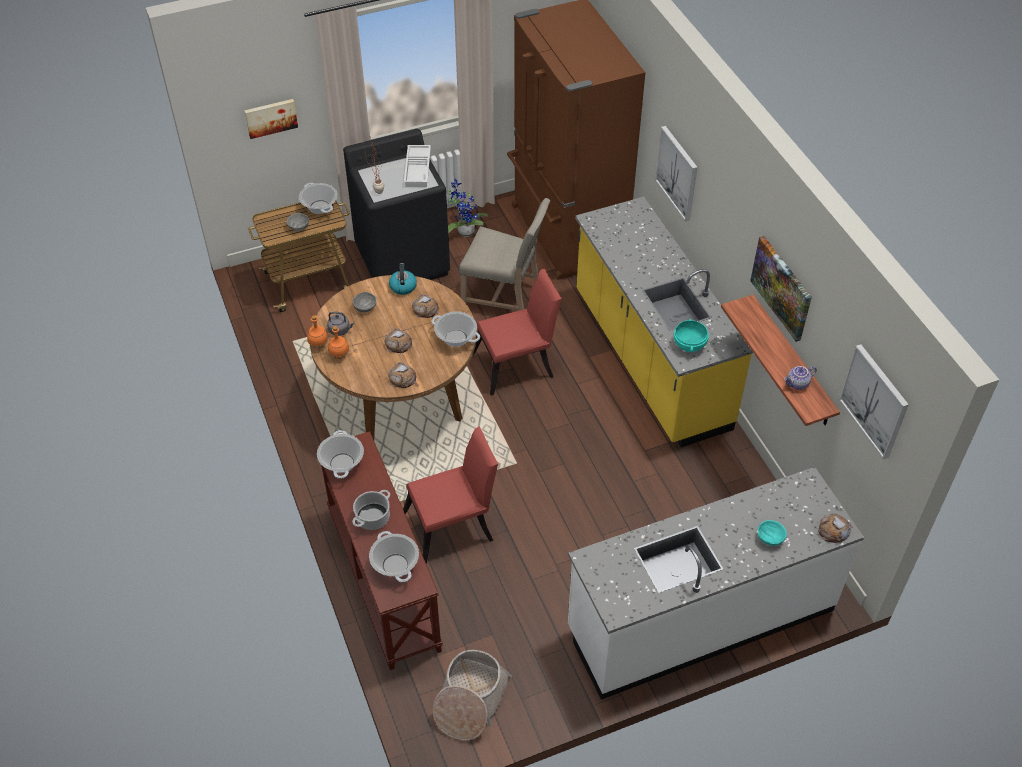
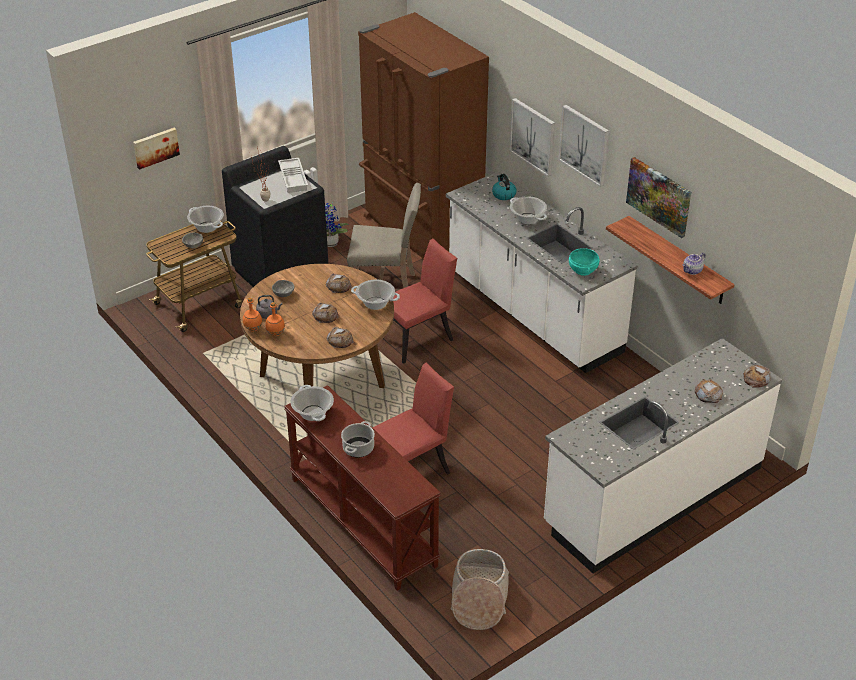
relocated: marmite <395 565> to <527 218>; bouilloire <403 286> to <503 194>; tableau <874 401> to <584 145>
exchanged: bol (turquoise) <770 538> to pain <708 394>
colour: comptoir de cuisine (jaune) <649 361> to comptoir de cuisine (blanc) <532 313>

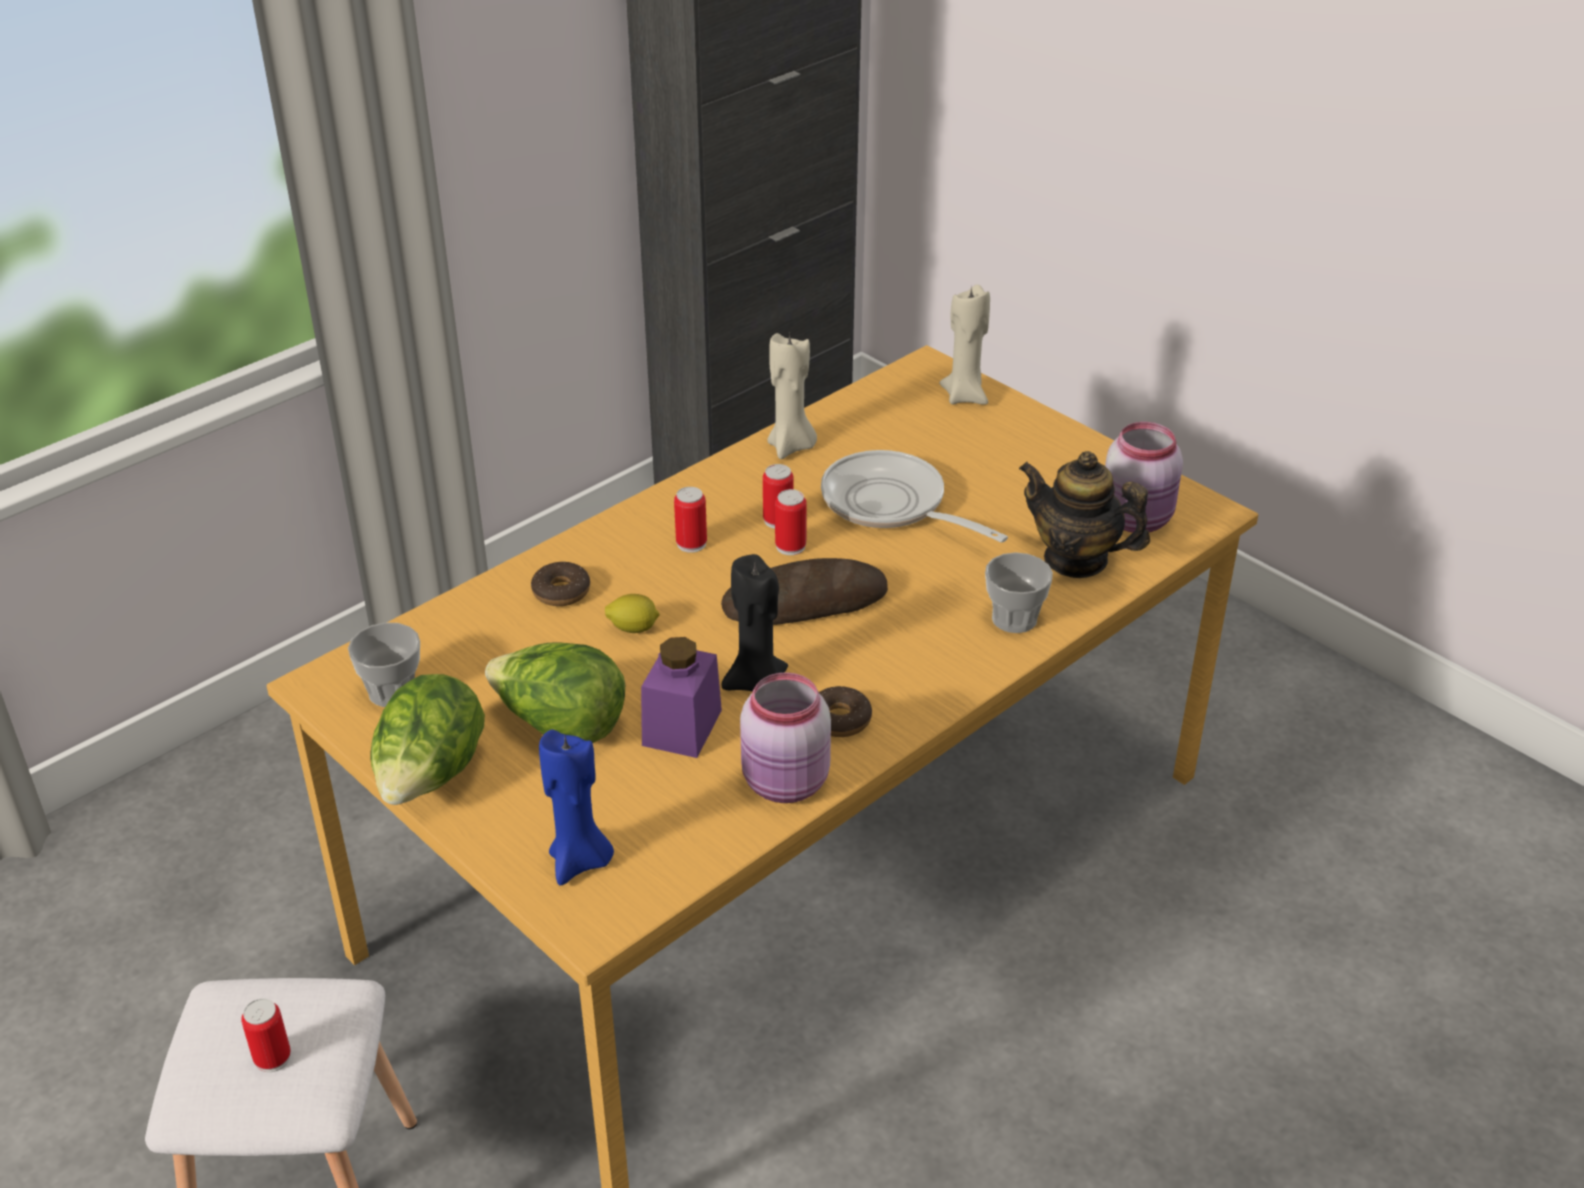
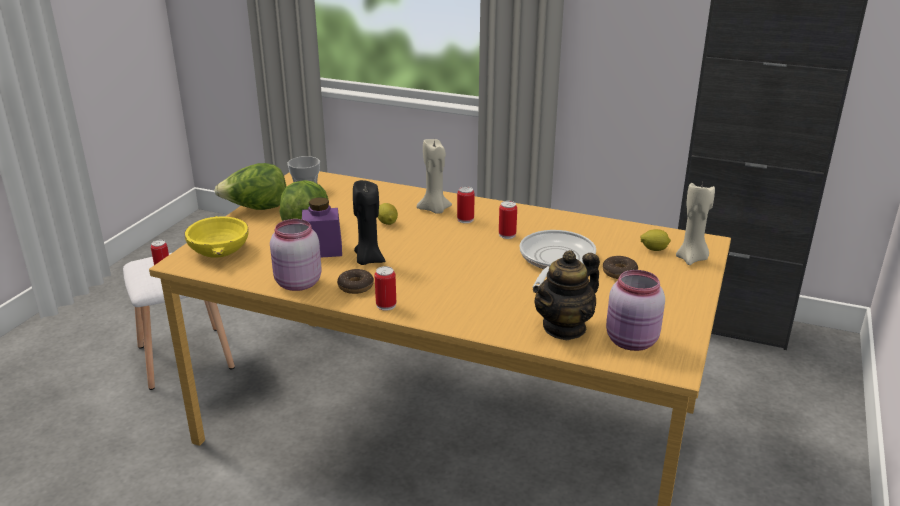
missing: pain <805 602>; tasse <1014 619>
appeared: citron <654 249>
relocated: beignet <561 592> to <619 272>; bougie (beige) <791 447> to <435 210>; boîte métallique <790 546> to <386 305>
exchanged: bougie (bleu) <580 861> to bol (jaune) <218 250>
spun: théière <1076 559> = <564 327> 135 degrees counterclockwise

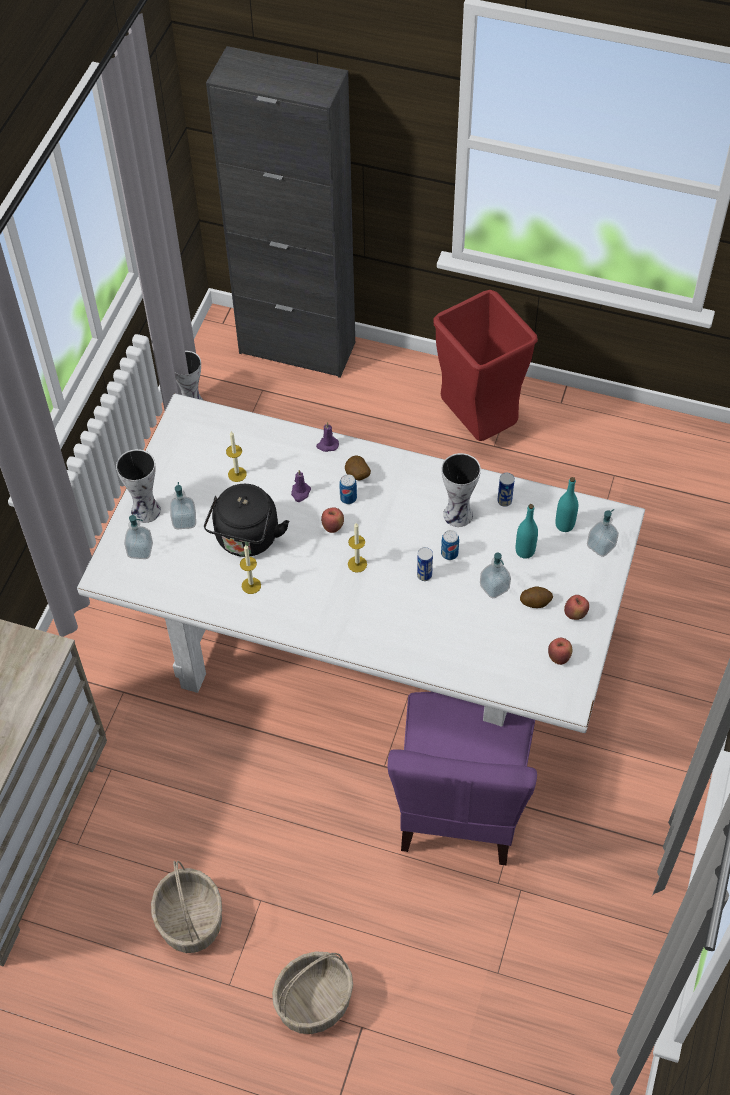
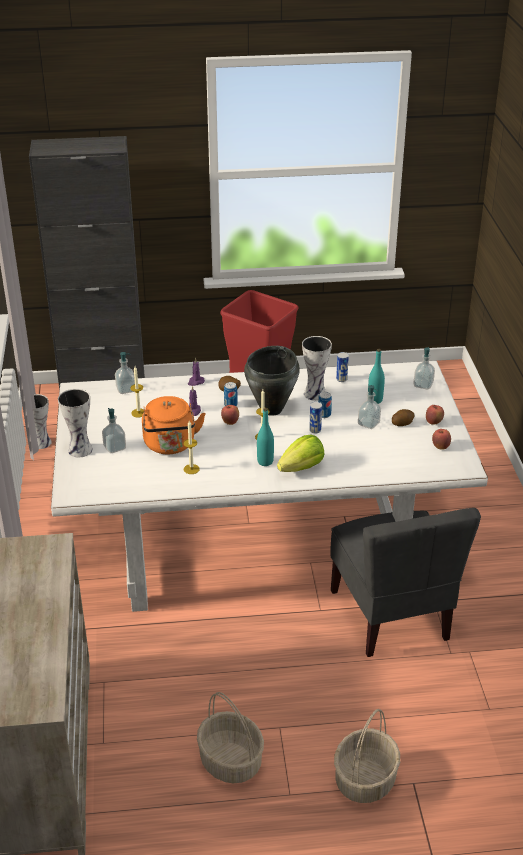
appeared: marmite (noir) <272 409>; laitue <302 467>
relocated: distributeur de savon <140 550> to <126 389>; bouteille (turquoise) <564 525> to <265 461>
colour: bouilloire (noir) <246 540> to bouilloire (orange) <170 445>; chaise (violet) <460 805> to chaise (gris) <391 615>

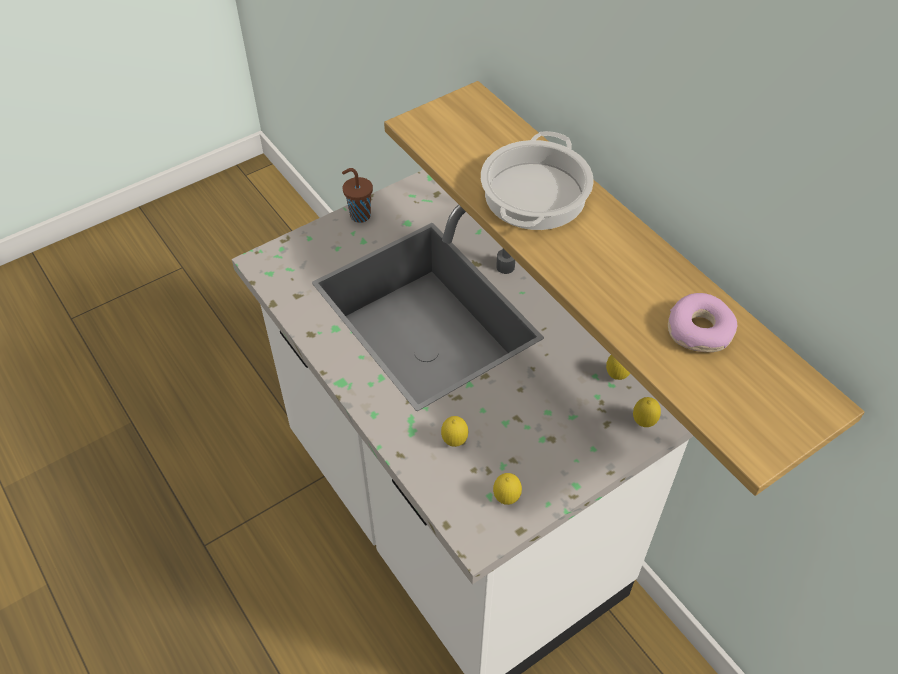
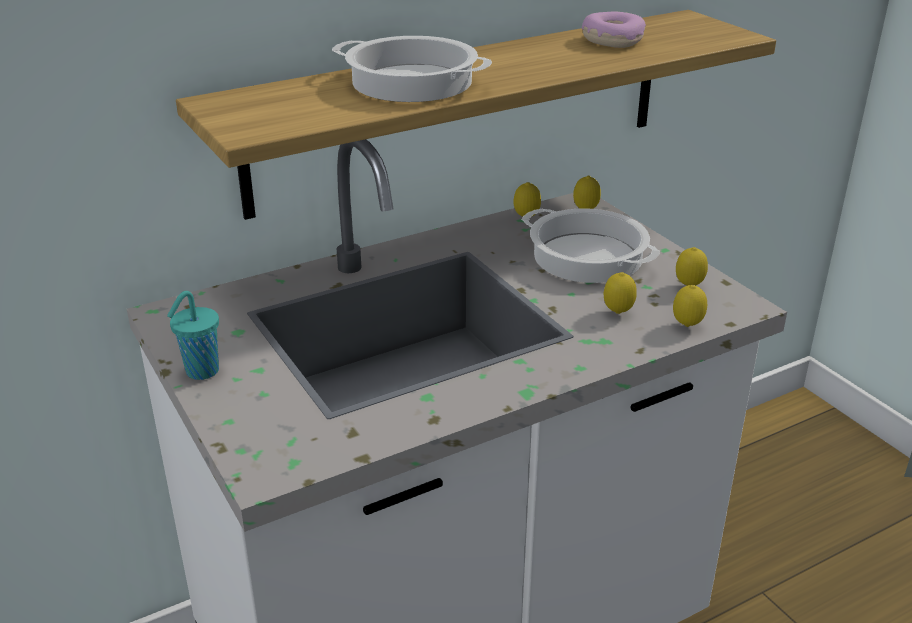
appeared: marmite <589 256>; citron <687 326>
colour: tasse (marron) <359 215> to tasse (turquoise) <200 372>

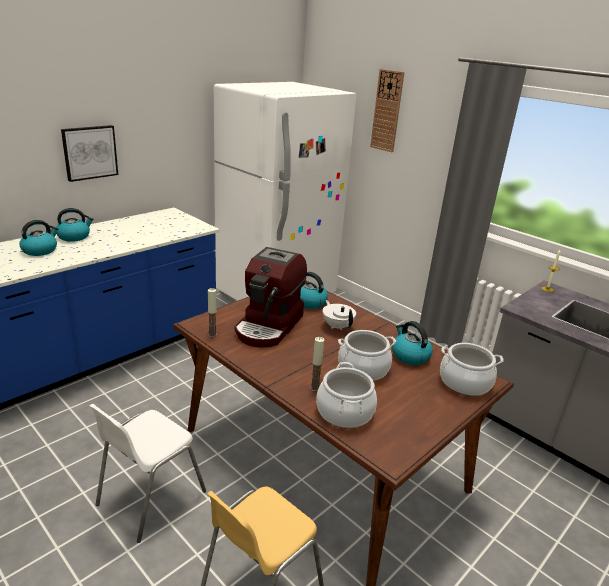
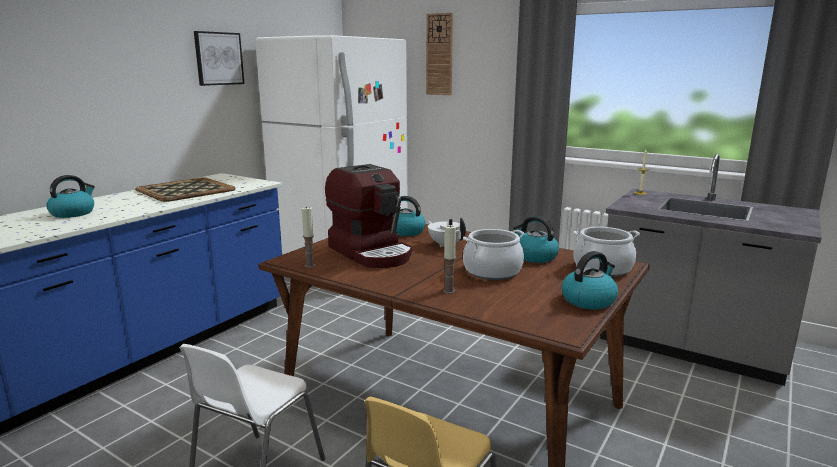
missing: marmite <344 412>
appeared: plateau <184 190>
relocated: bouilloire <74 237> to <588 300>; tableau <90 152> to <218 58>
spun: machine à café <269 326> = <372 252> 45 degrees counterclockwise

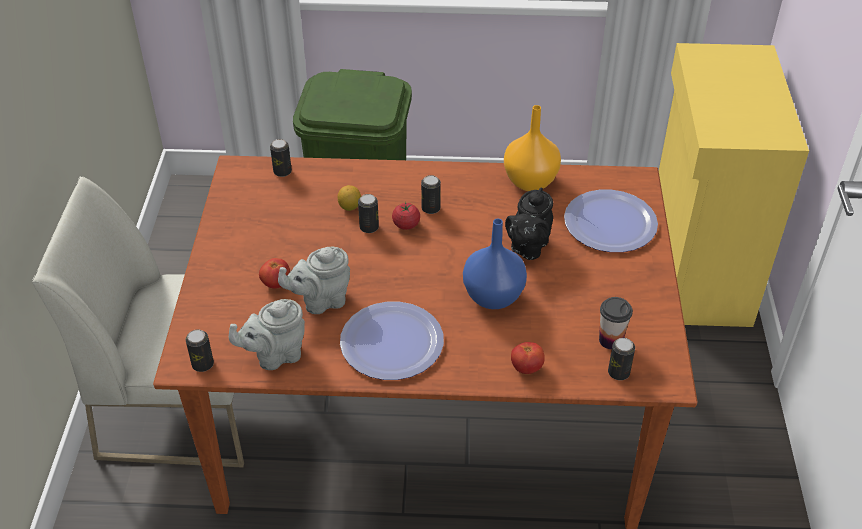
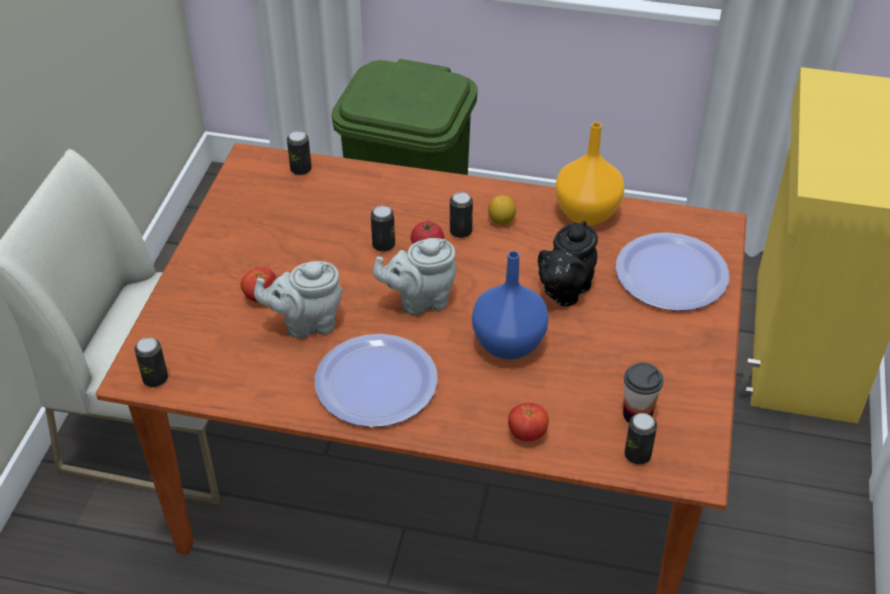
relocated: théière (gris) <275 355> to <420 300>; citron <350 207> to <501 221>

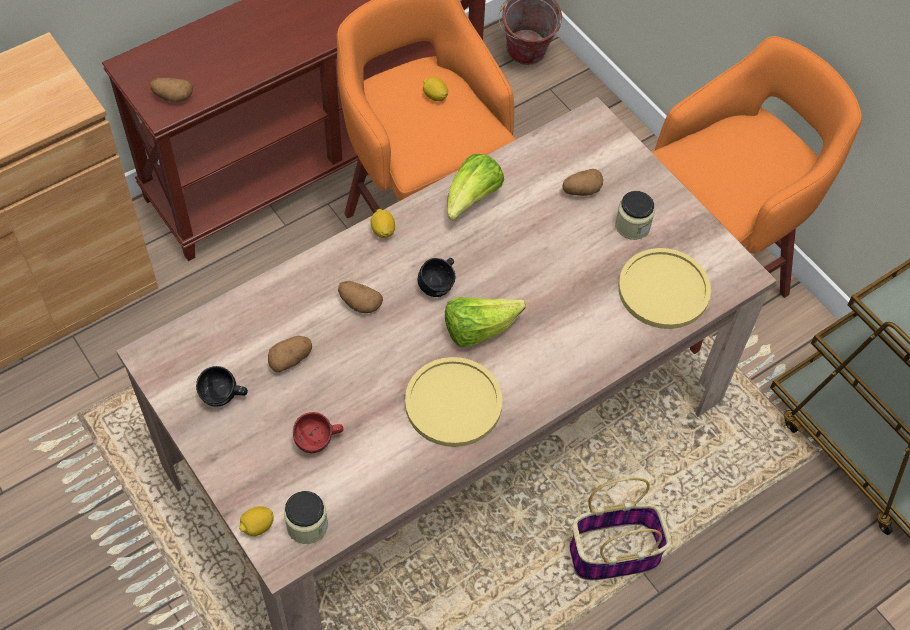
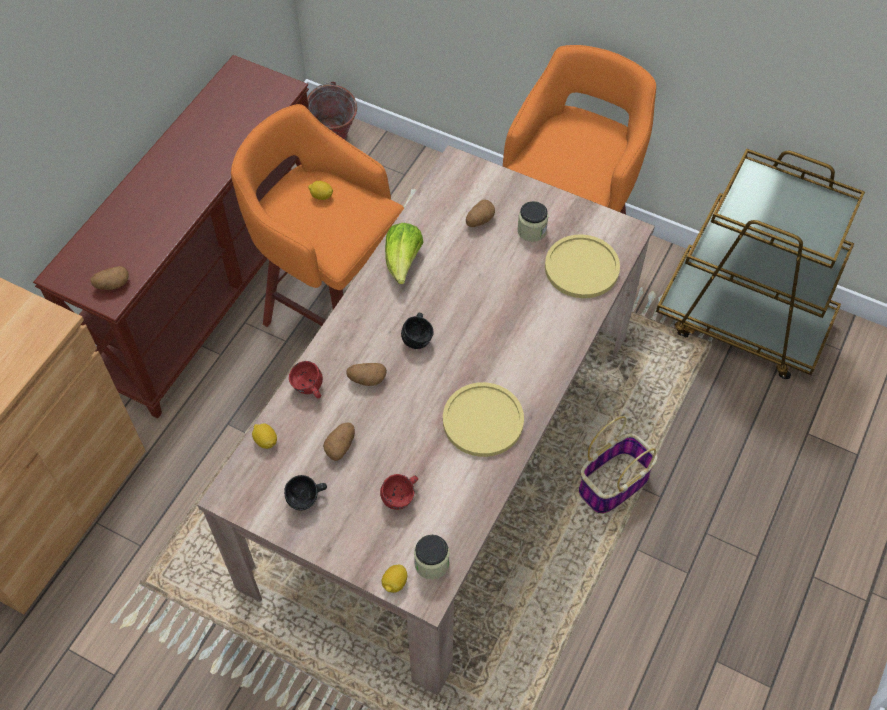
missing: laitue <478 329>
appeared: mug (rouge) <309 390>
relocated: citron <383 230> to <265 441>

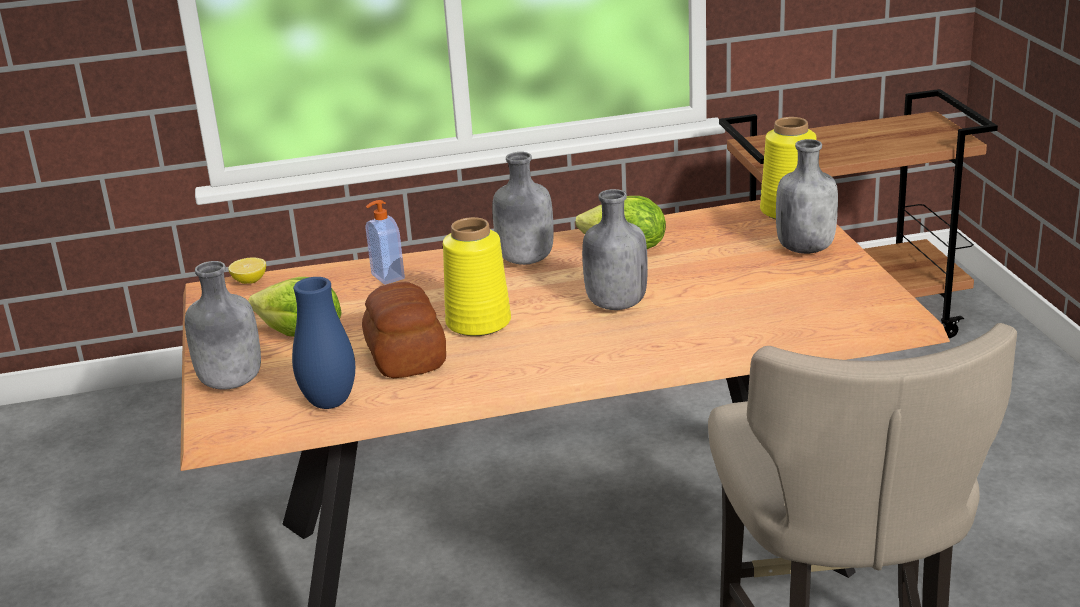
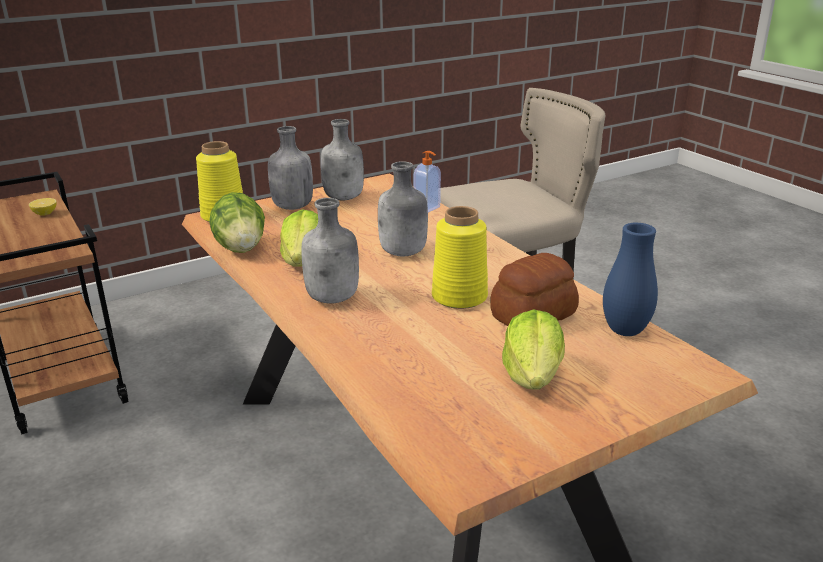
appeared: laitue <241 248>
relocated: bouteille (gris) <230 383> to <344 198>; citron <249 281> to <45 214>; distributeur de savon <386 277> to <427 208>

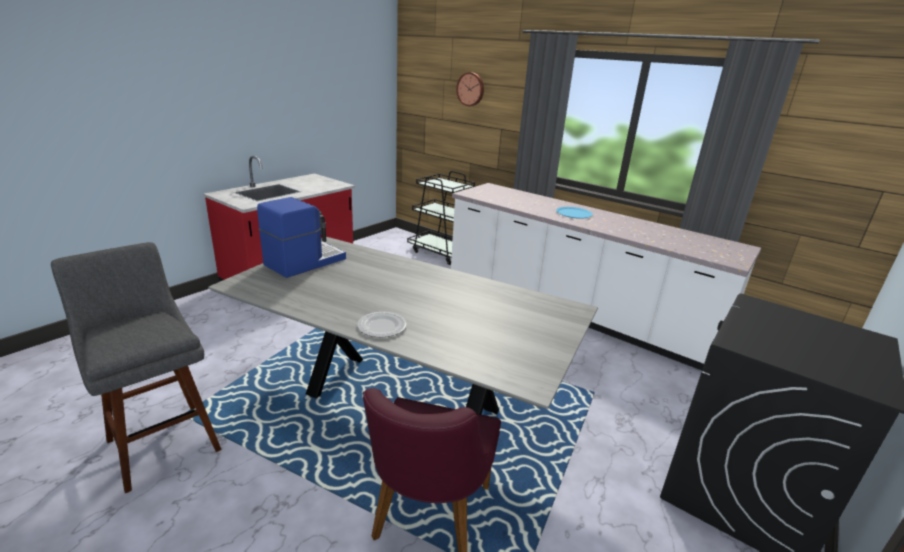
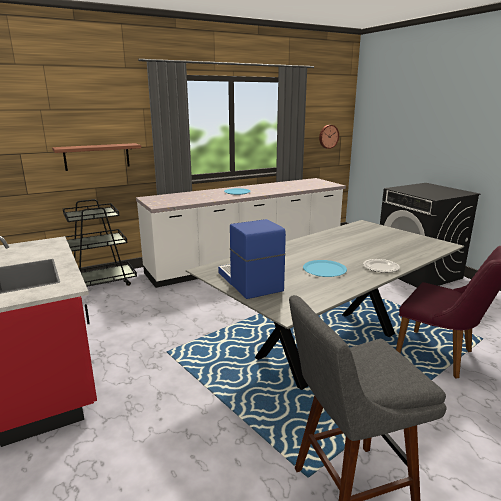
appeared: étagère <97 156>; assiette (bleu) <324 269>
relocated: horloge murale <471 89> to <328 136>

